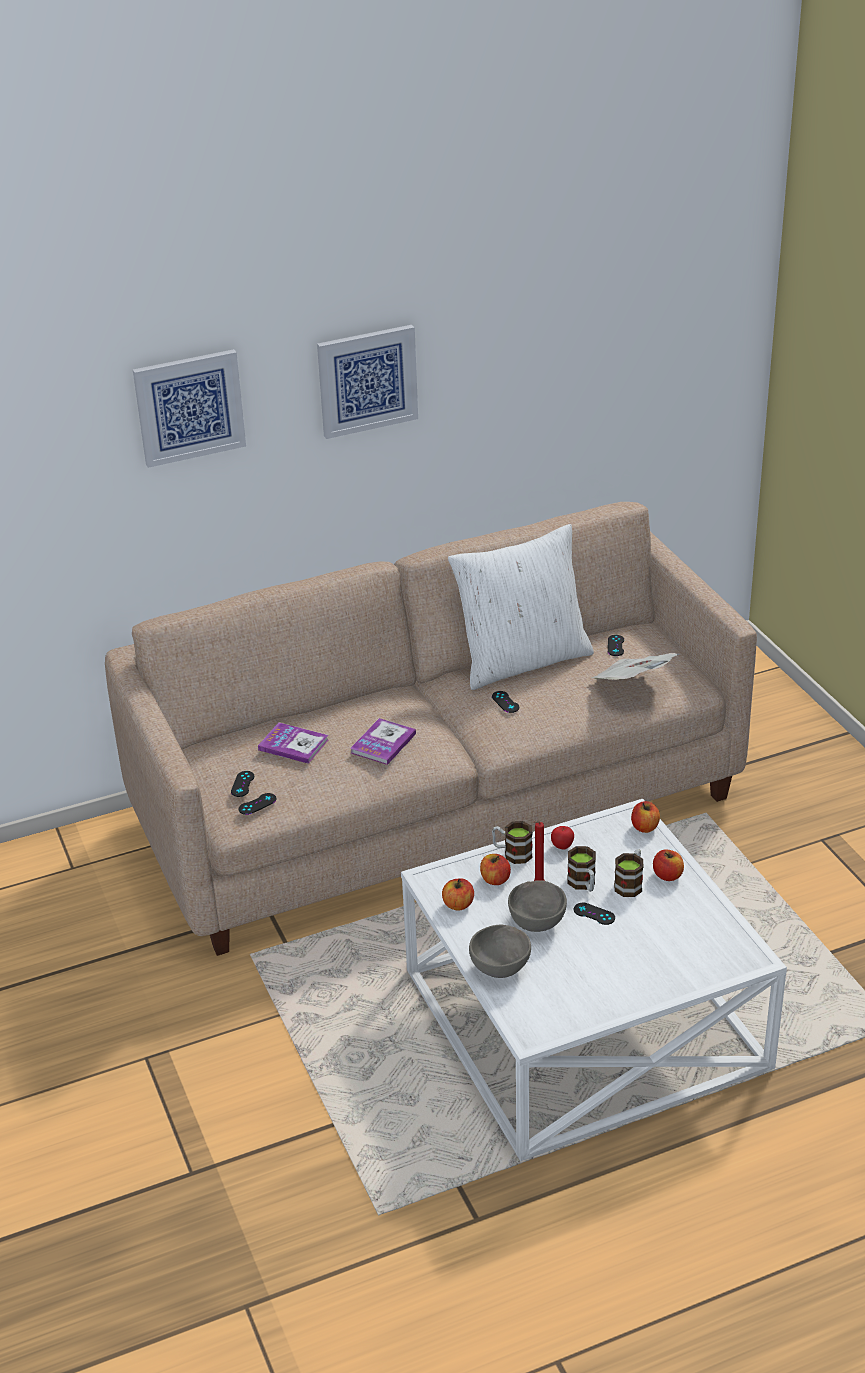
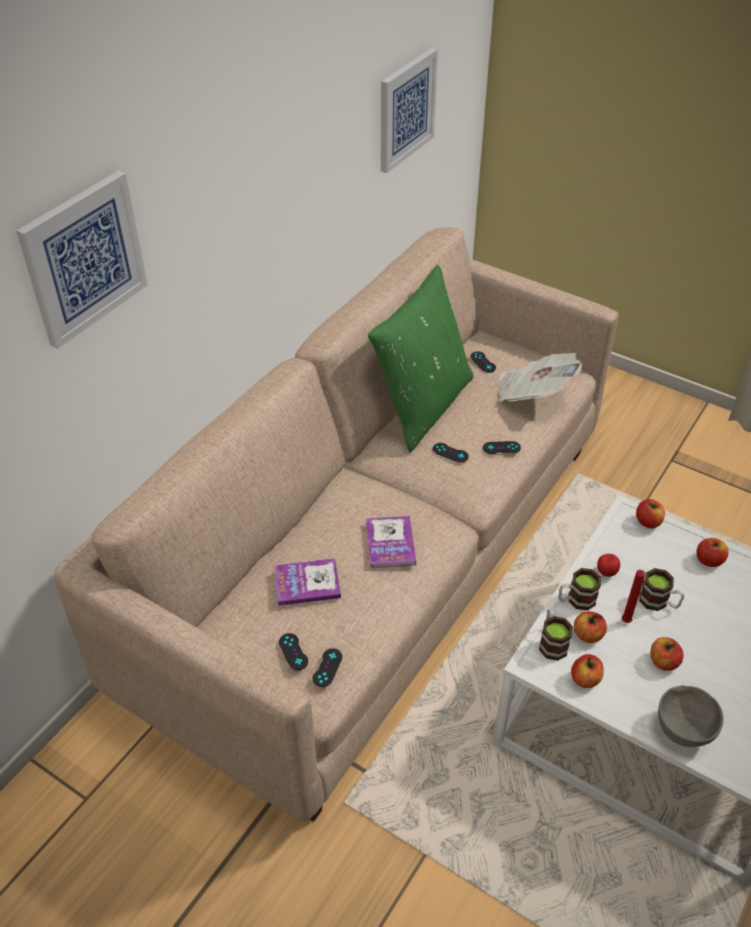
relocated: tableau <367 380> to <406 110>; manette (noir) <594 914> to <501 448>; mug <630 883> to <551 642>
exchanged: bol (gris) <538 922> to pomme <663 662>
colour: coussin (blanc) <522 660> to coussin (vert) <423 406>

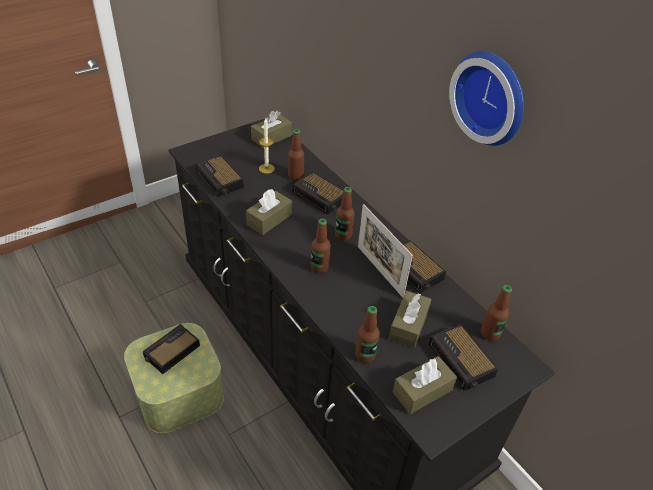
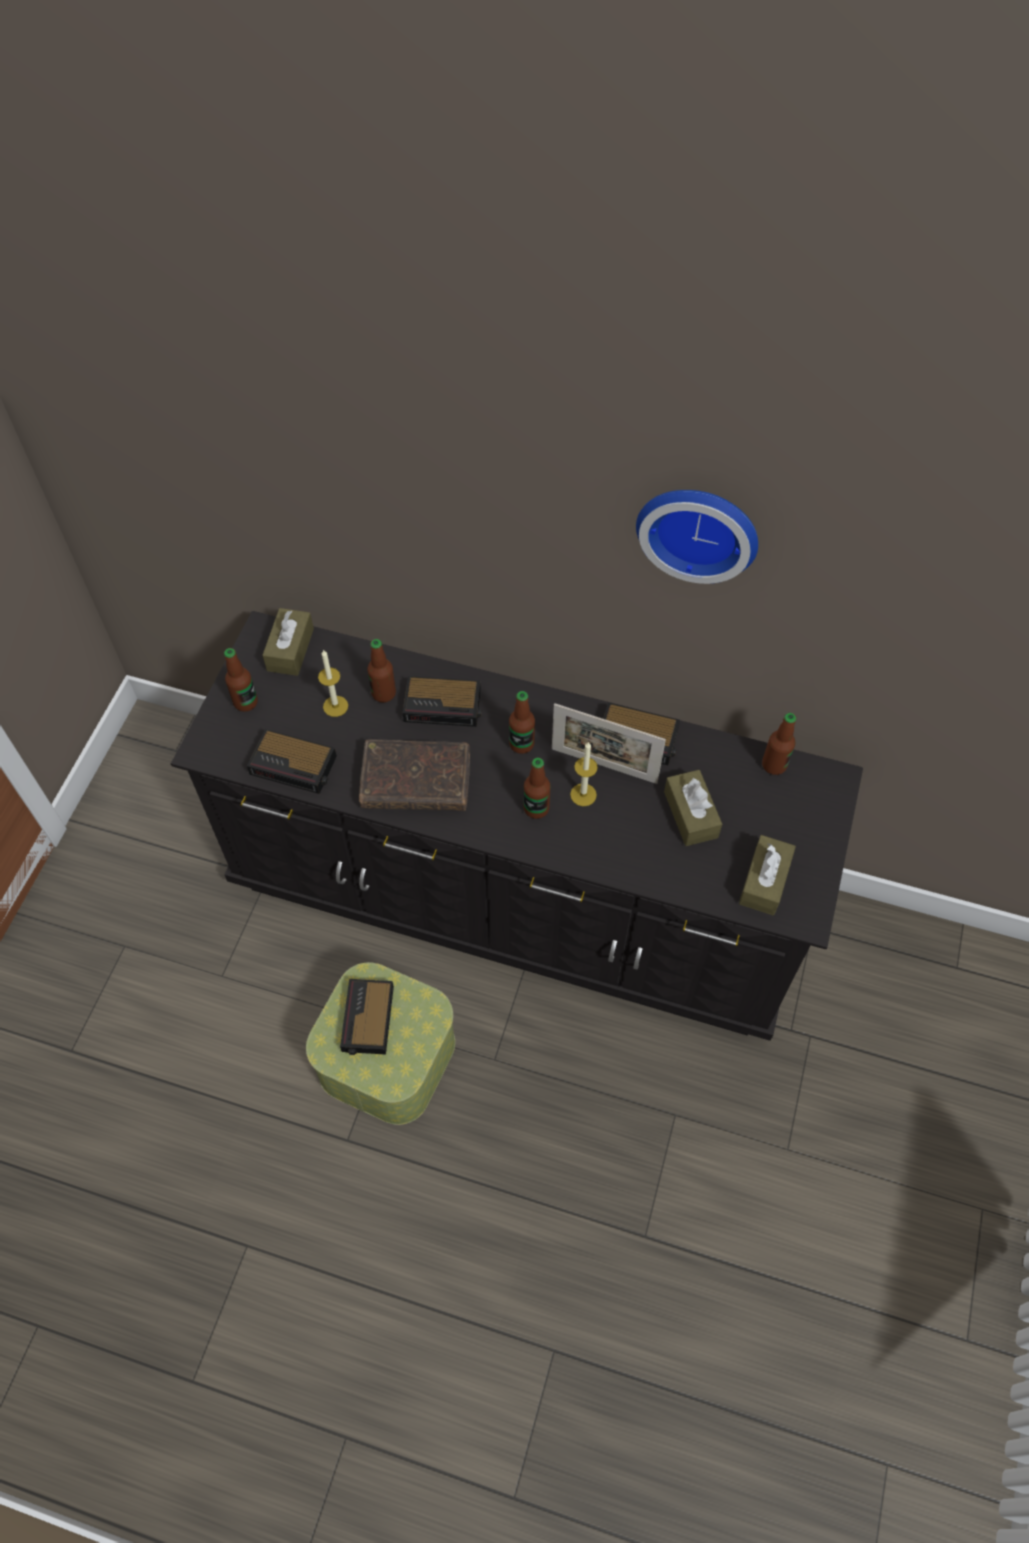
missing: réveil <462 361>
appeared: bougie <583 794>
relocated: bouteille <365 355> to <245 702>
exchanged: boîte à mouchoirs (marron) <269 219> to livre (marron) <416 782>

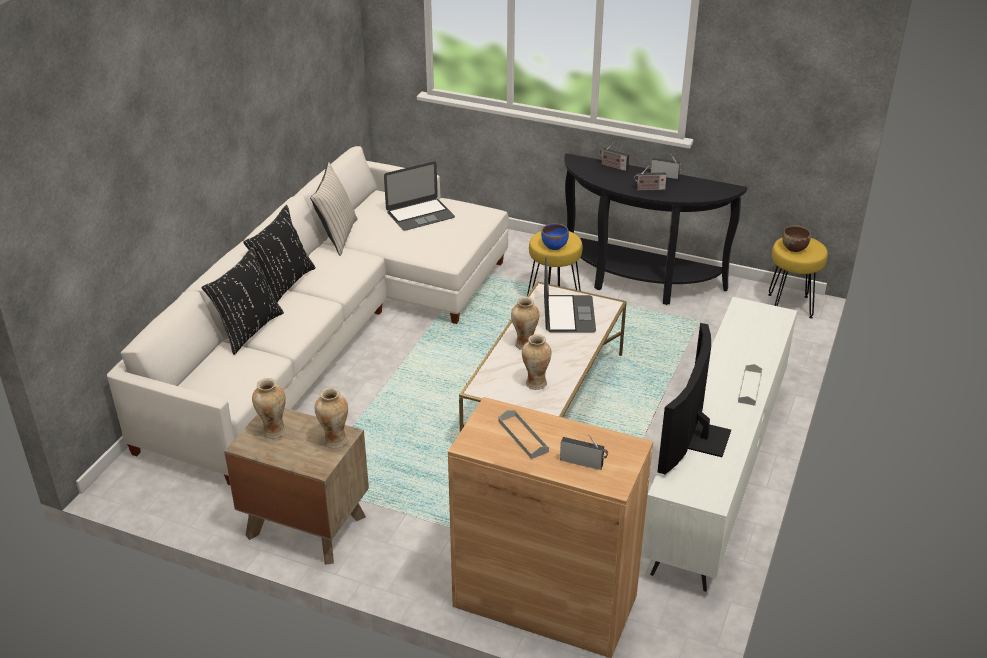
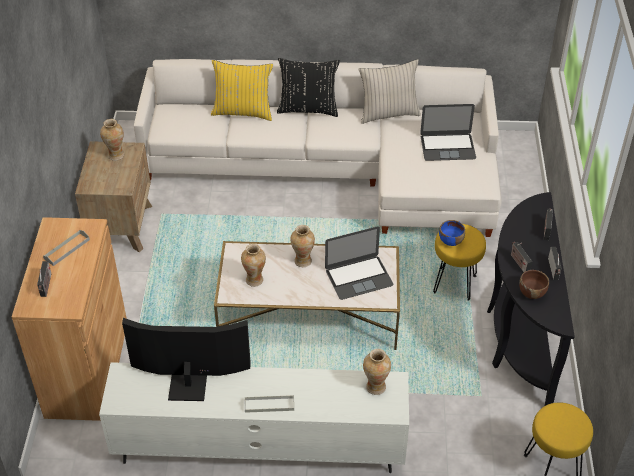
relocated: vase <334 440> to <375 386>; bol (marron) <794 248> to <532 292>
colour: coussin (noir) <248 330> to coussin (jaune) <243 112>
spun: ordinateur portable <420 214> = <447 147> 45 degrees counterclockwise

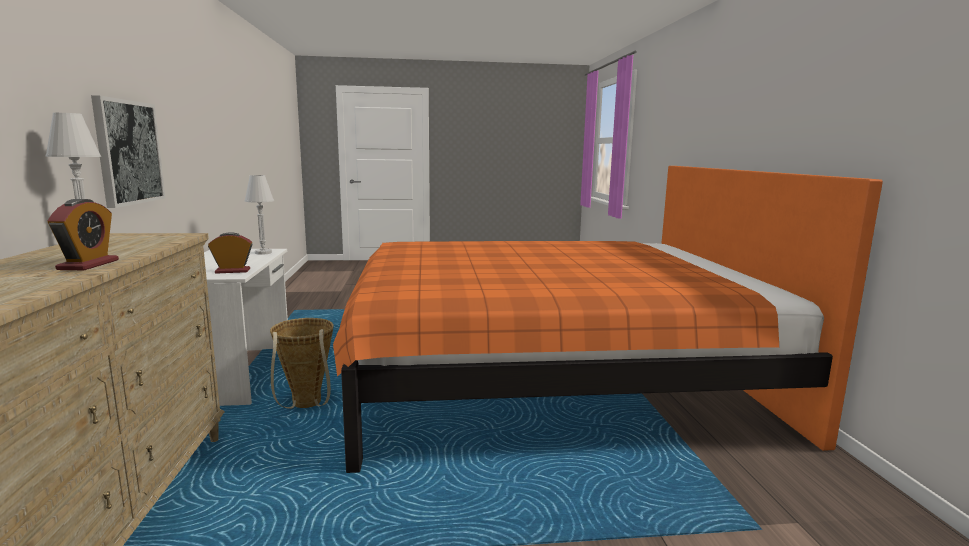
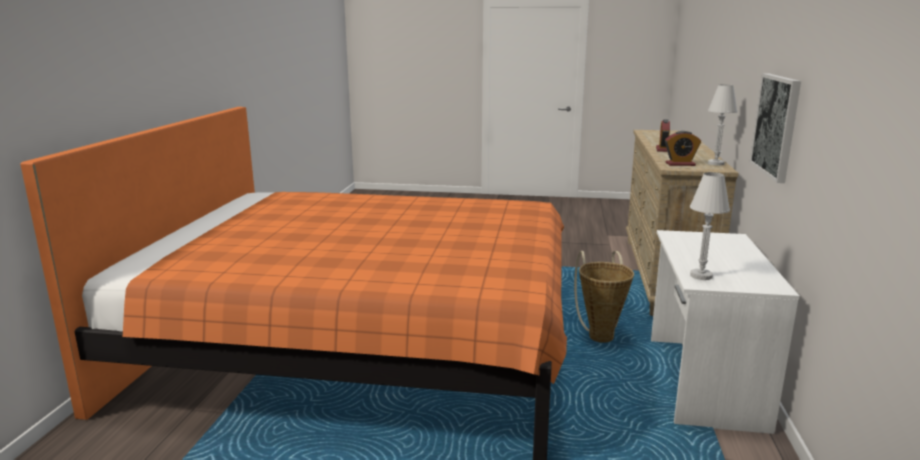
relocated: réveil <232 271> to <680 164>

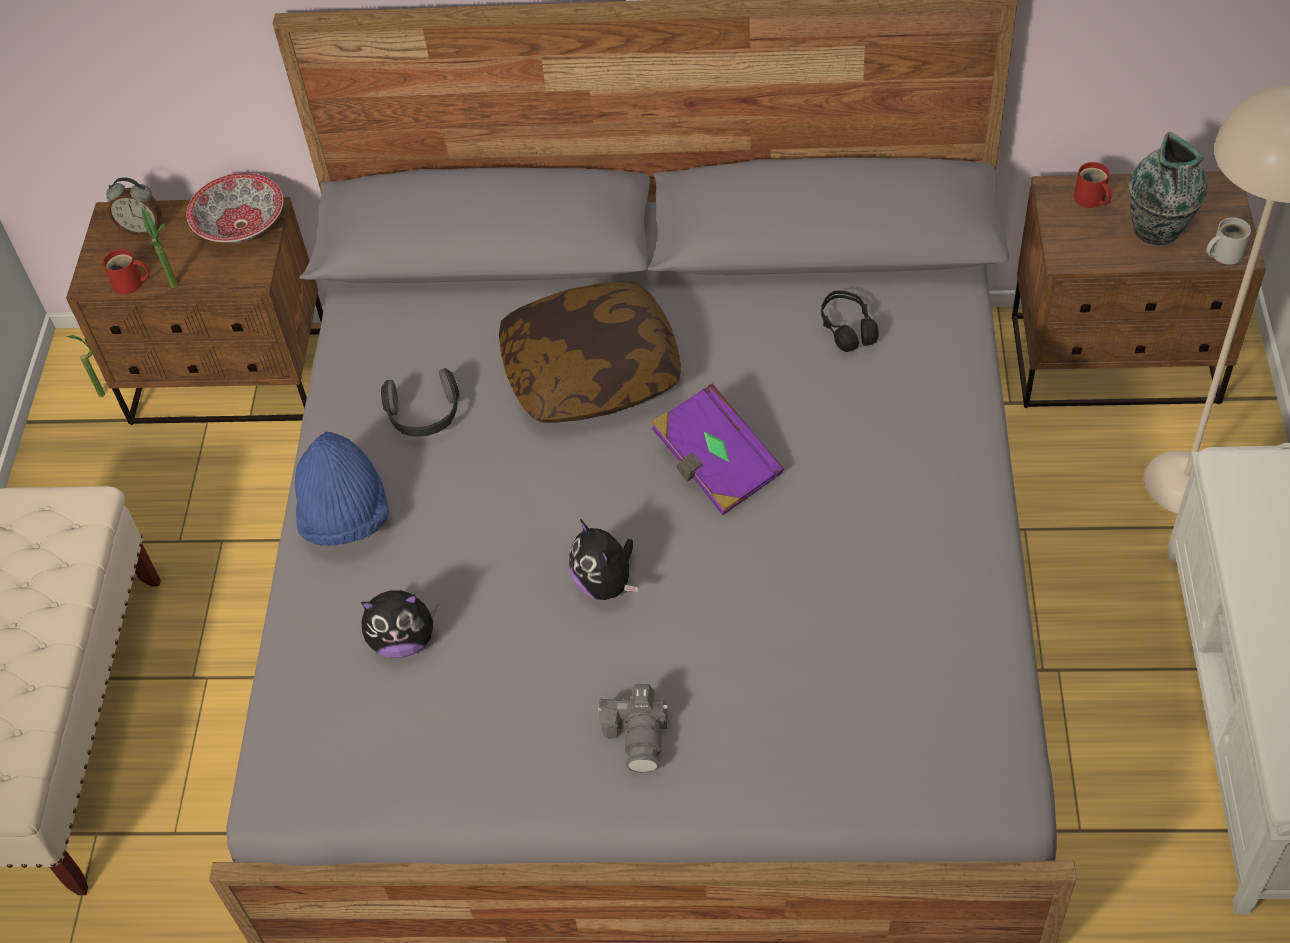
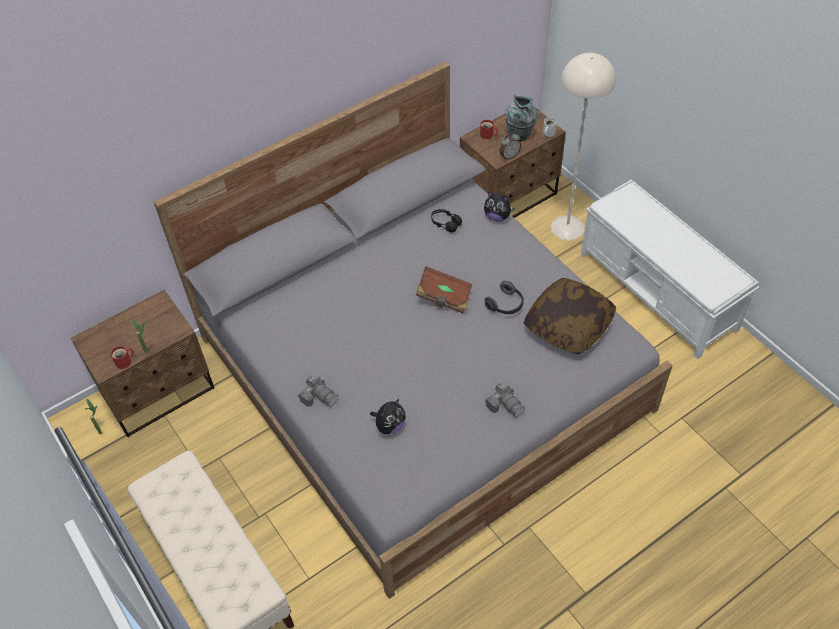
missing: bol <240 225>
relocated: réveil <142 228> to <509 156>; casque audio <425 417> to <506 305>; coussin <592 372> to <568 324>; peluche <606 584> to <497 216>
exchanged: chapeau (bleu) <345 517> to appareil photo <319 396>
colour: livre (violet) <716 465> to livre (marron) <444 297>

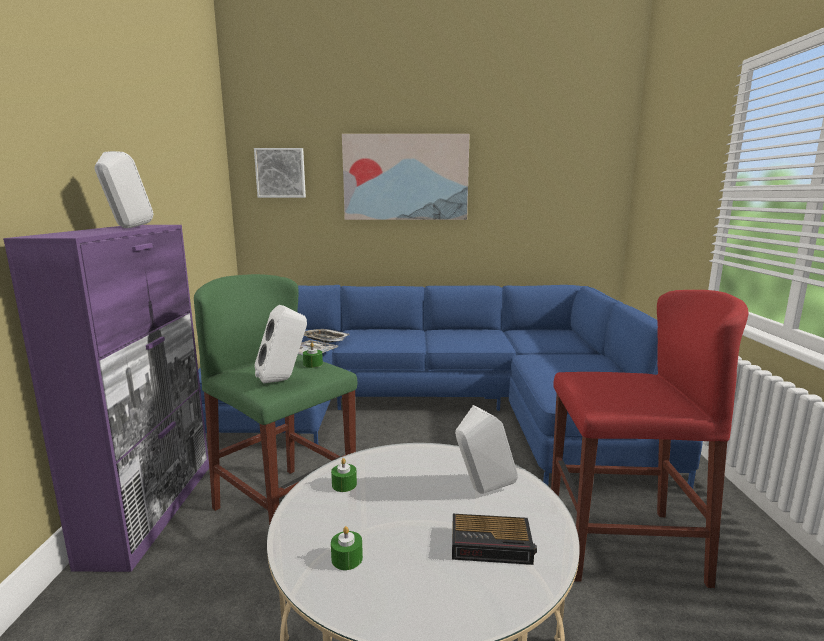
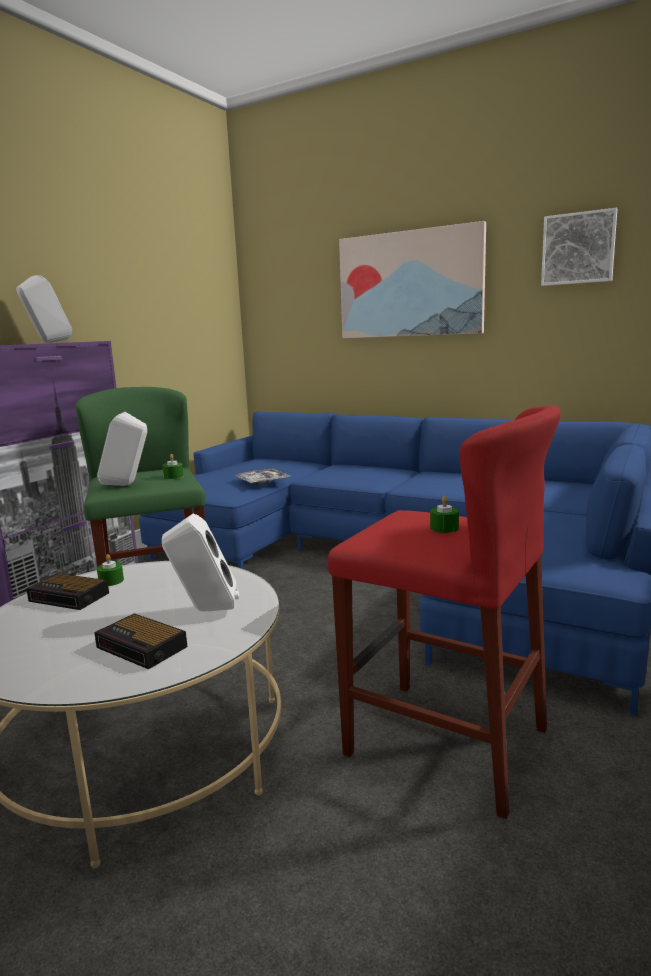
missing: plateau <324 339>
appeared: réveil <70 597>
relocated: tableau <281 173> to <578 248>; bougie (vert) <347 558> to <444 528>

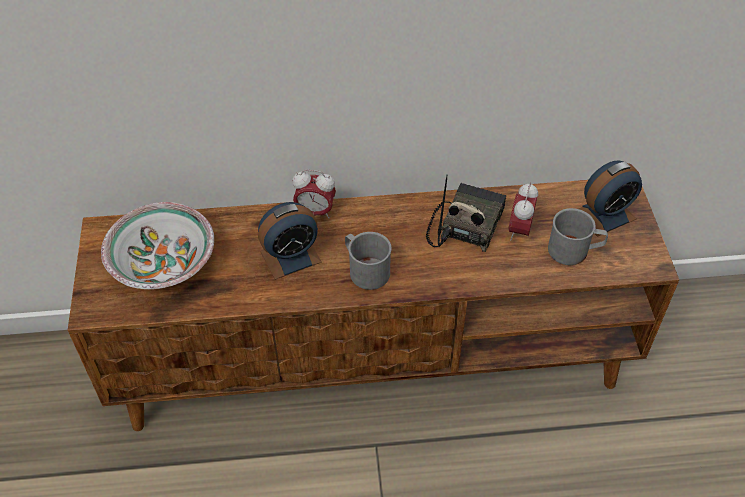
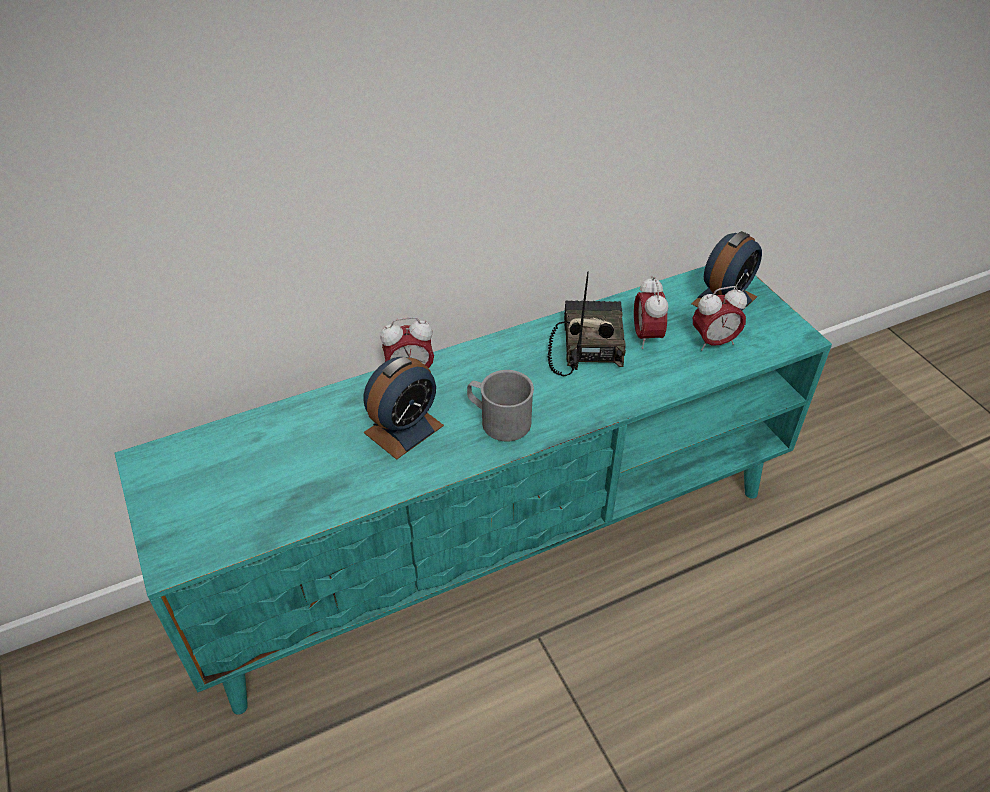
missing: bol <163 262>
exchanged: mug (gris) <574 250> to réveil <713 342>
colour: meuble télé (marron) <374 361> to meuble télé (turquoise) <496 543>

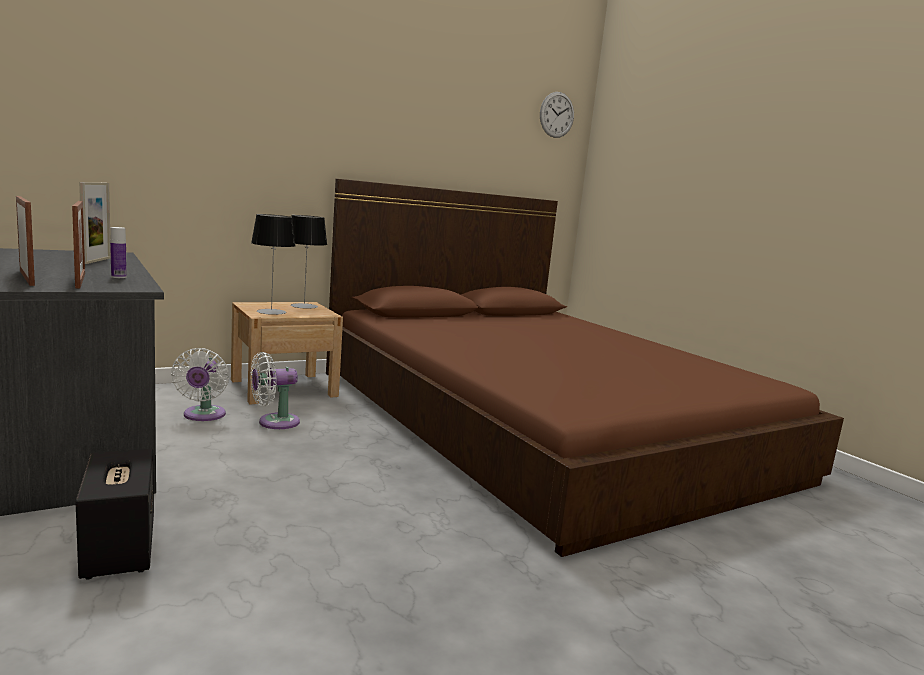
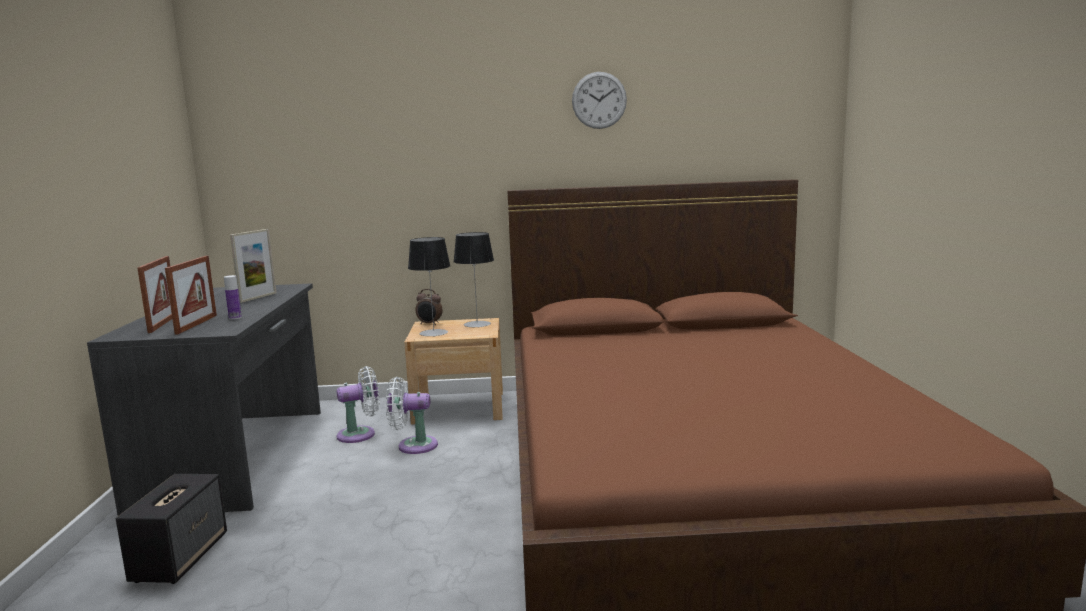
appeared: réveil <429 324>
relocated: horloge murale <557 115> to <599 100>
spun: ventilateur (blanc) <203 416> = <360 434> 135 degrees counterclockwise

